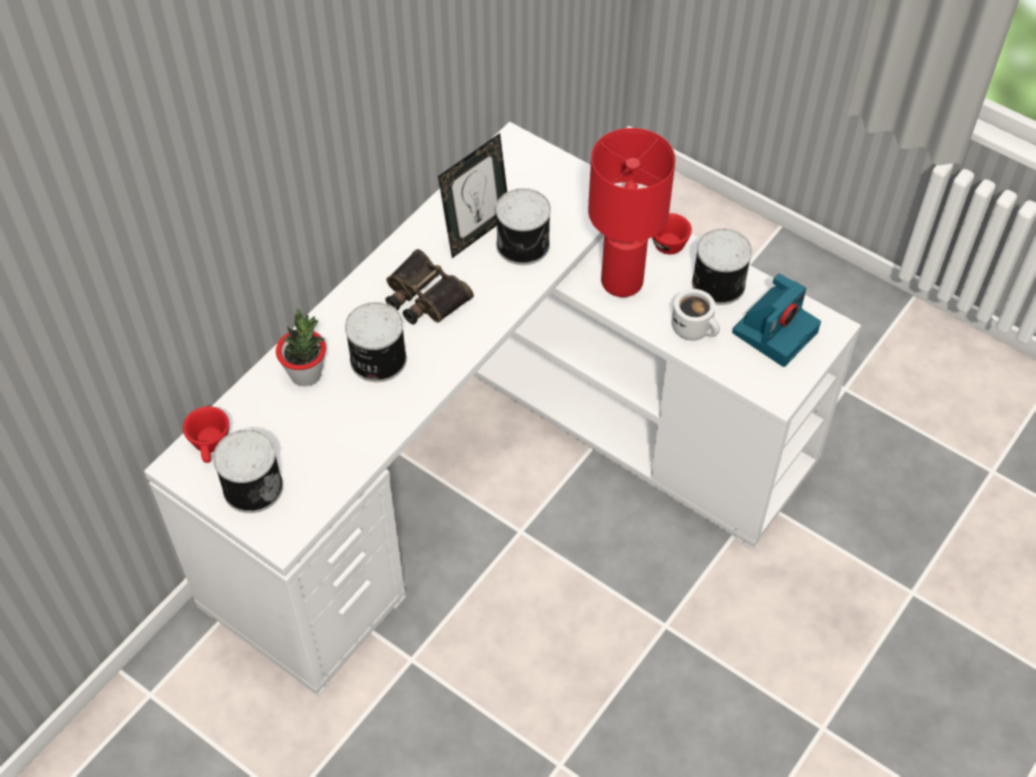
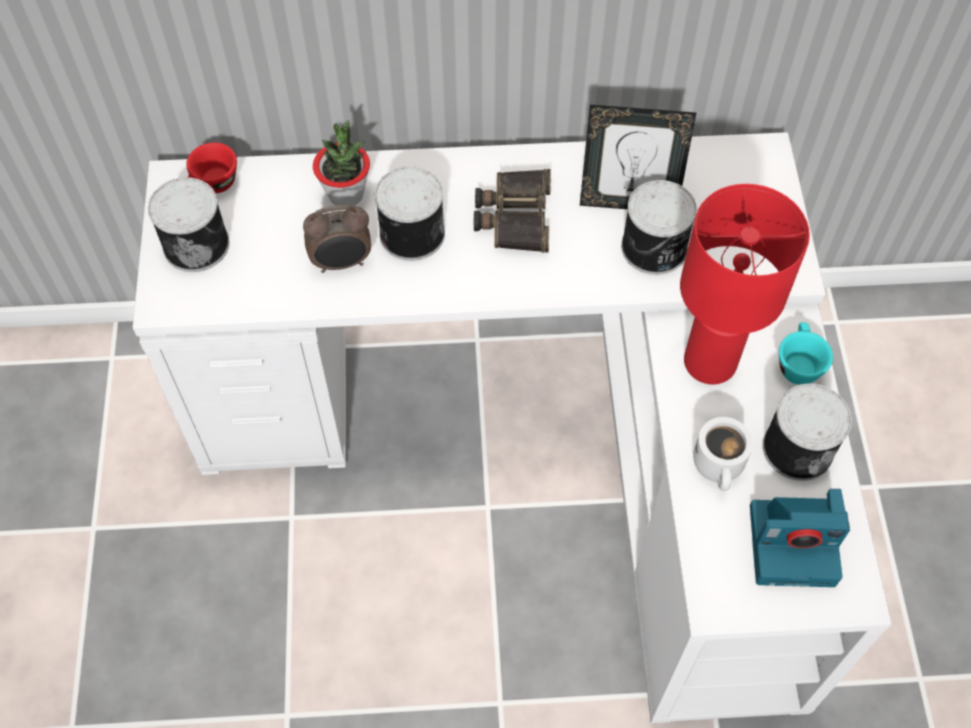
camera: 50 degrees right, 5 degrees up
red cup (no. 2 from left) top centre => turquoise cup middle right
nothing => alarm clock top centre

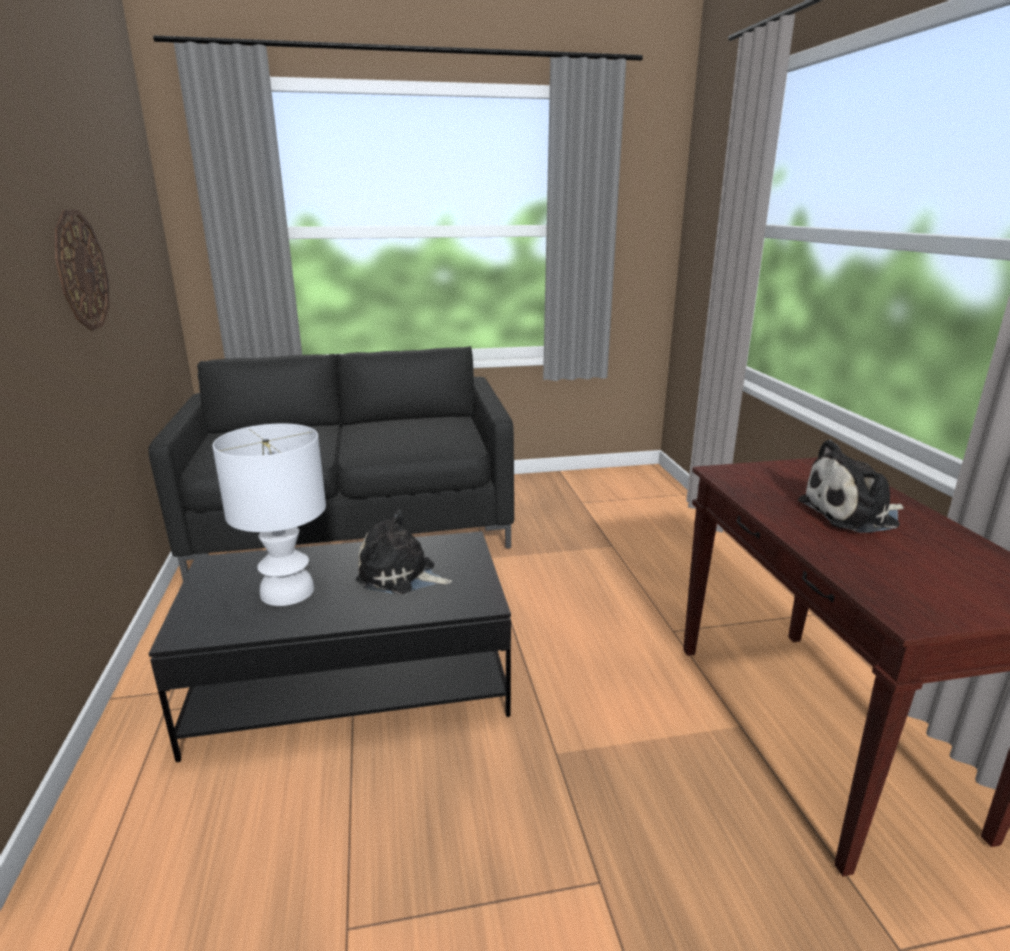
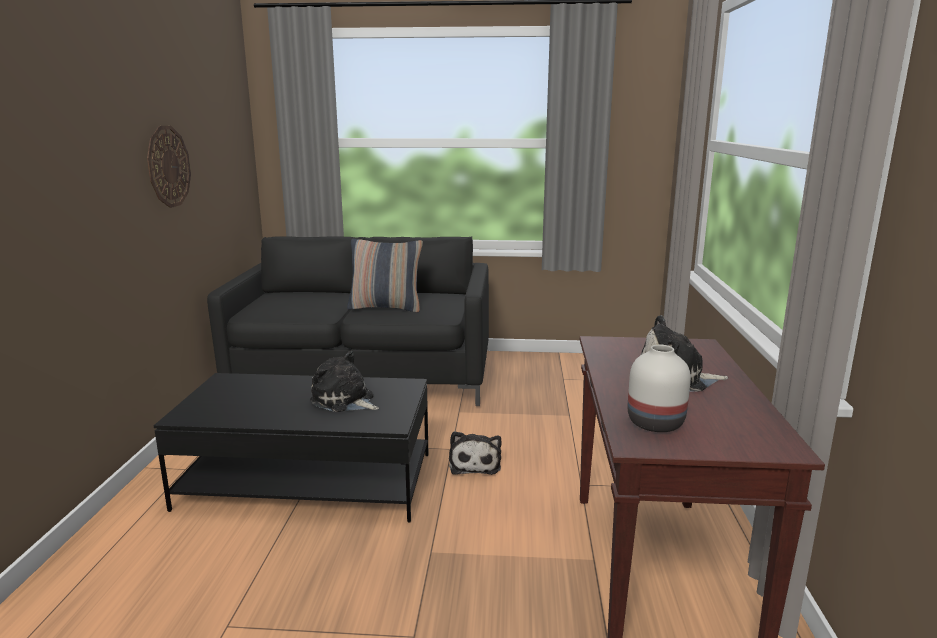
camera: 15 degrees right, 5 degrees down
white table lamp middle left => nothing
nothing => pillow centre
nothing => white vase middle right
nothing => plush toy (no. 2 from left) bottom centre

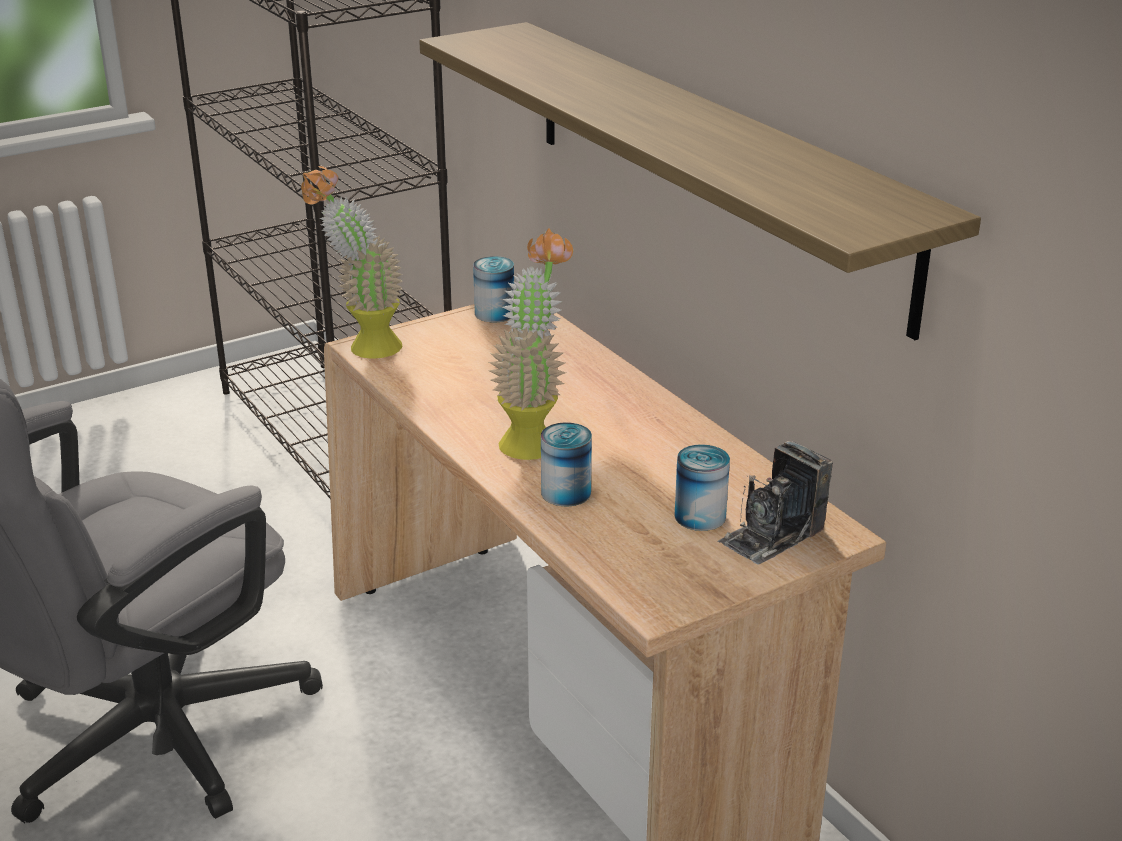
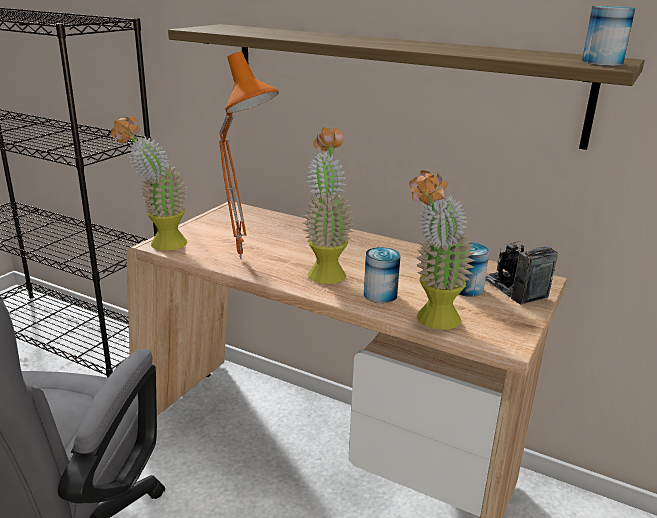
camera: 30 degrees left, 5 degrees down
can (no. 1 from left in the first image) centre => can (no. 3 from left) top right, relocated
photo camera middle right, 135 degrees clockwise
nothing => orange table lamp top centre
nothing => potted plant (no. 3 from left) middle right

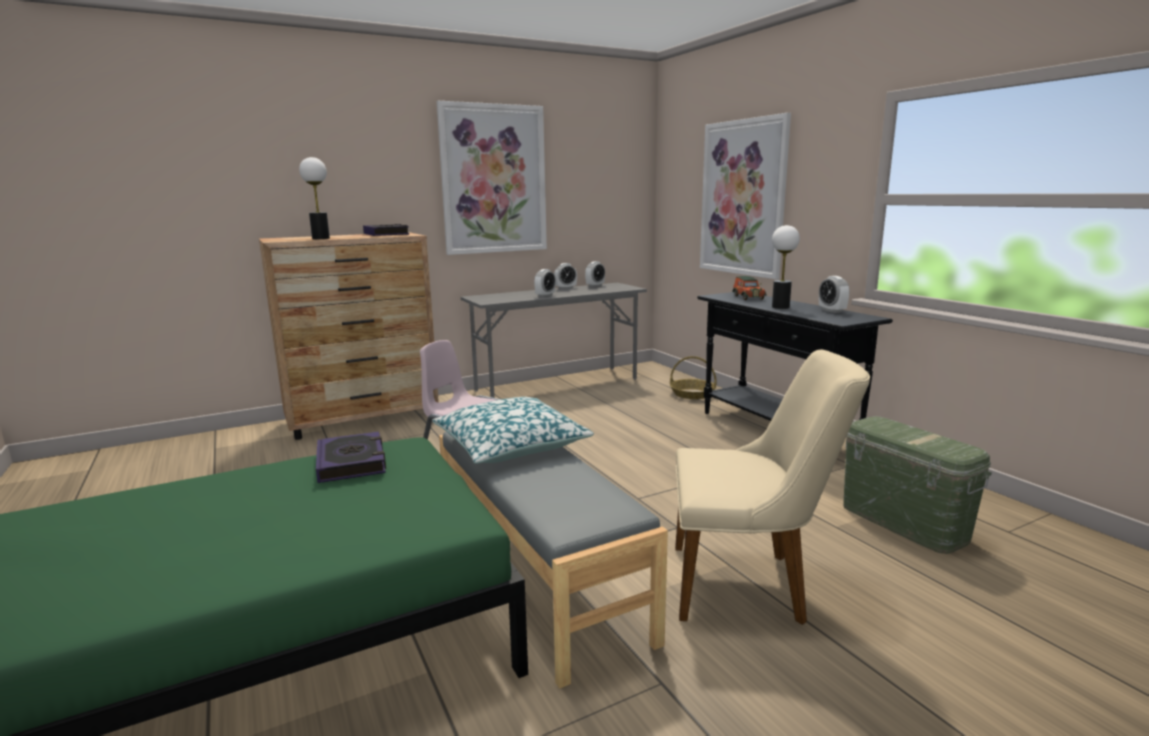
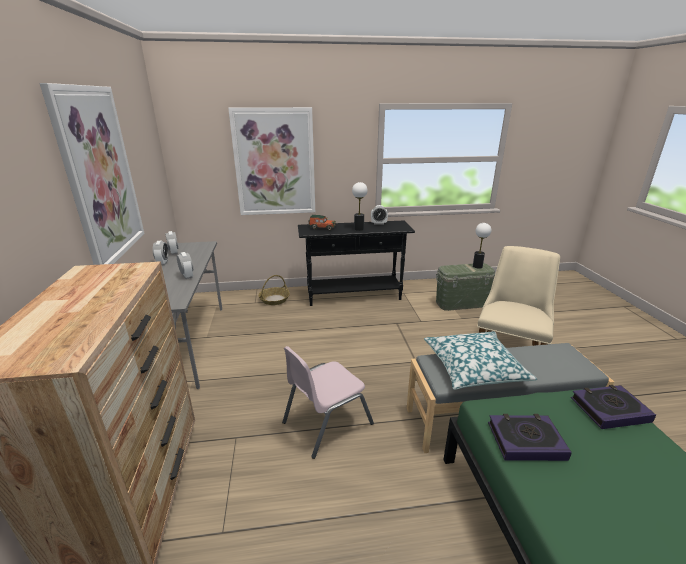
camera: 70 degrees left, 10 degrees up
table lamp (no. 1 from left in the first image) top left => table lamp (no. 2 from left) middle right, relocated
book (no. 2 from left) top centre => book (no. 2 from left) bottom right, relocated

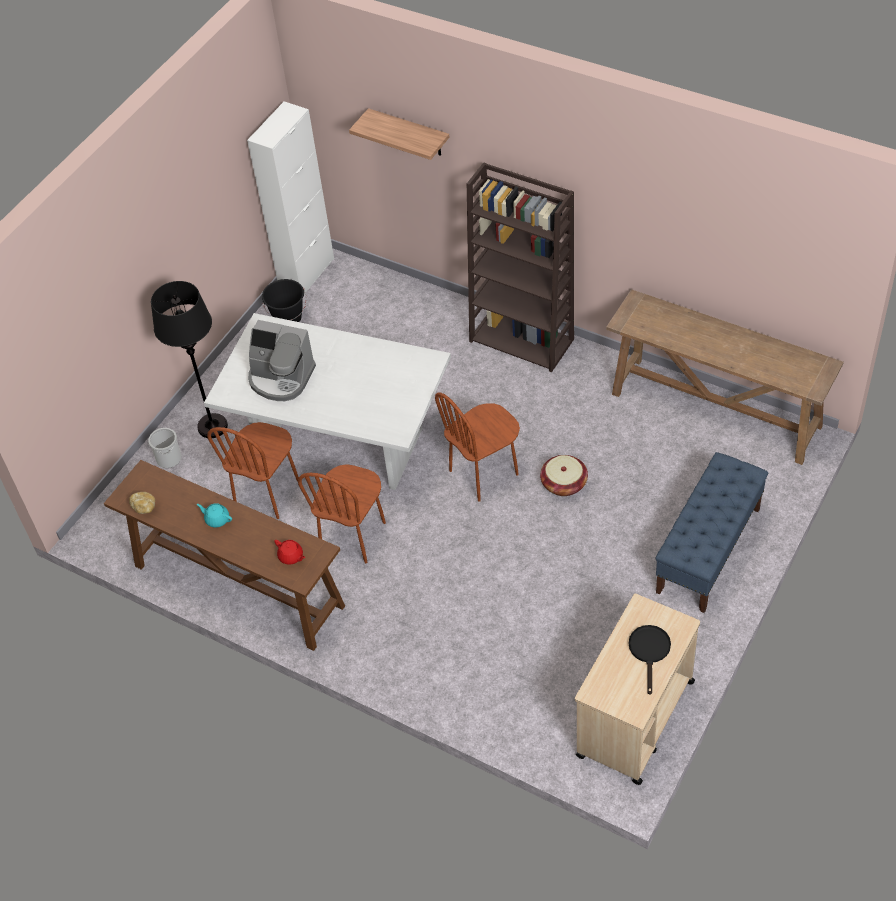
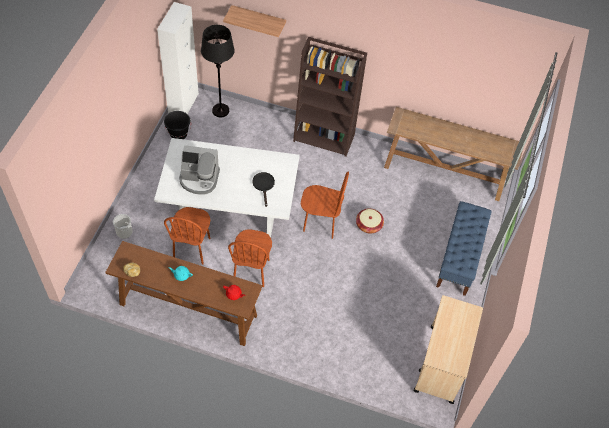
camera: 20 degrees left, 5 degrees up
black floor lamp middle left => black floor lamp top centre, relocated
brown chair (no. 3 from left) centre, 120 degrees counterclockwise
black frying pan bottom right => black frying pan centre, relocated

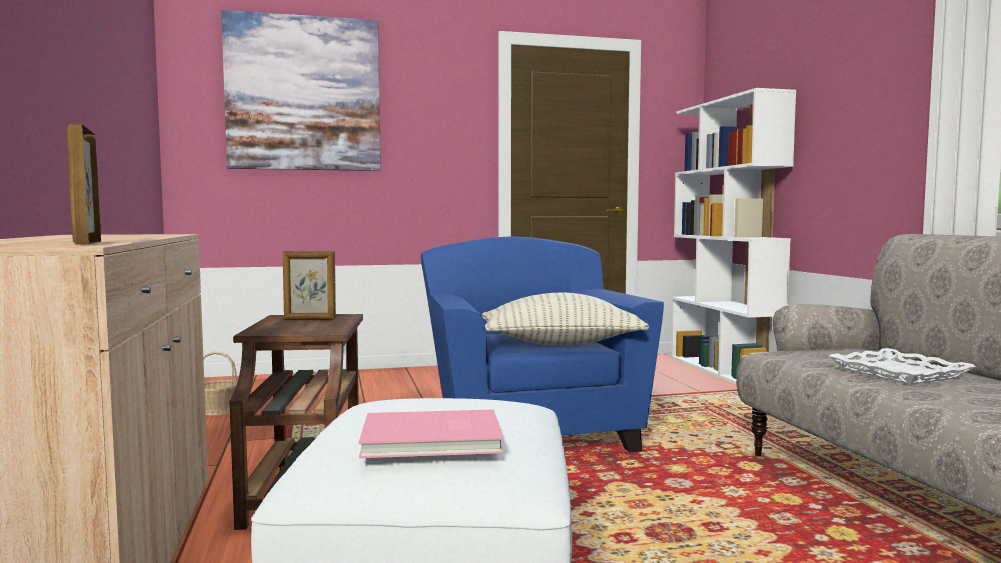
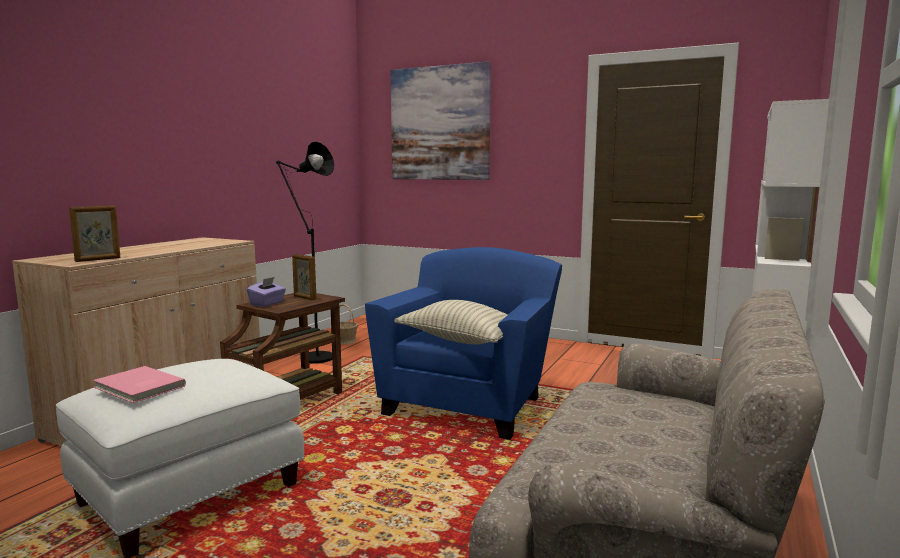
camera: 40 degrees right, 5 degrees up
picture frame (no. 1 from left) top left => picture frame (no. 1 from left) middle left, 150 degrees counterclockwise
white tray middle right => nothing
nothing => black floor lamp centre
nothing => purple tissue box middle left

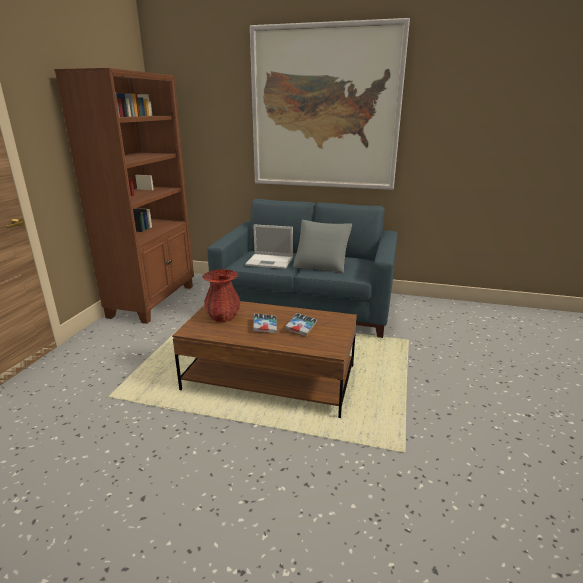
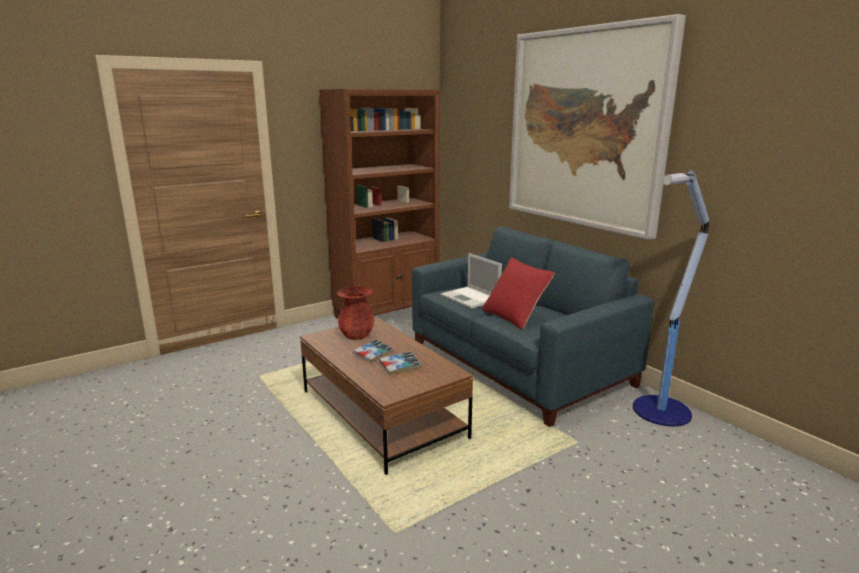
camera: 40 degrees right, 5 degrees down
grey pillow centre => red pillow centre
nothing => floor lamp middle right

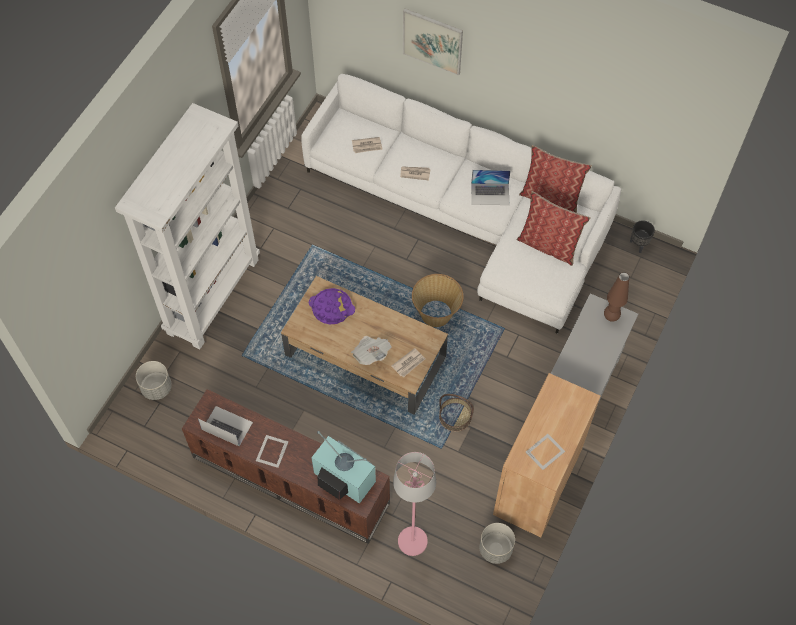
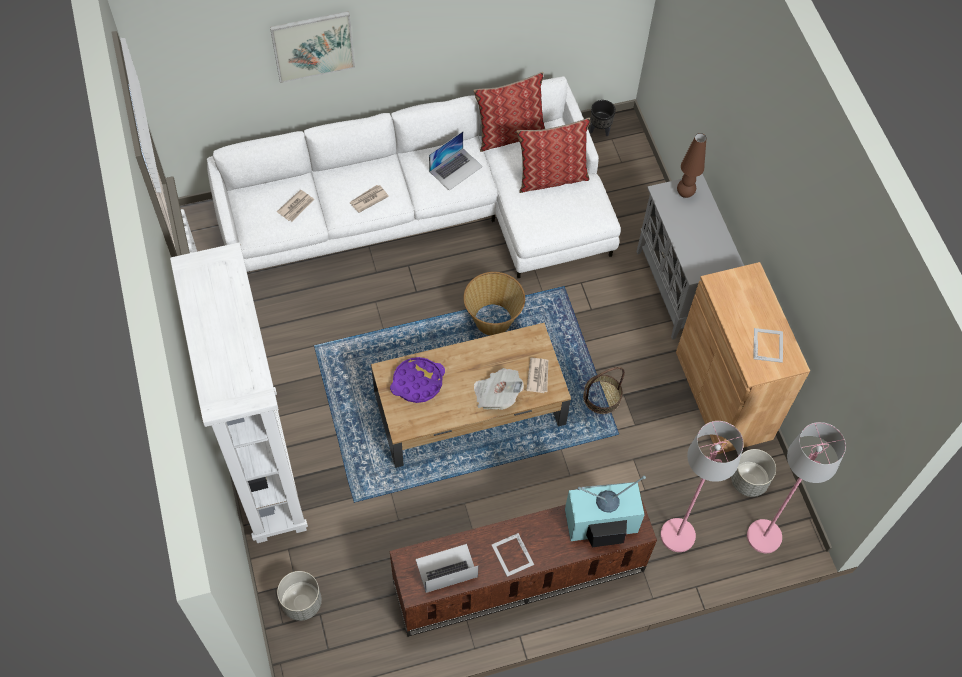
camera: 45 degrees left, 0 degrees up
nothing => pink floor lamp (no. 2 from left) bottom right

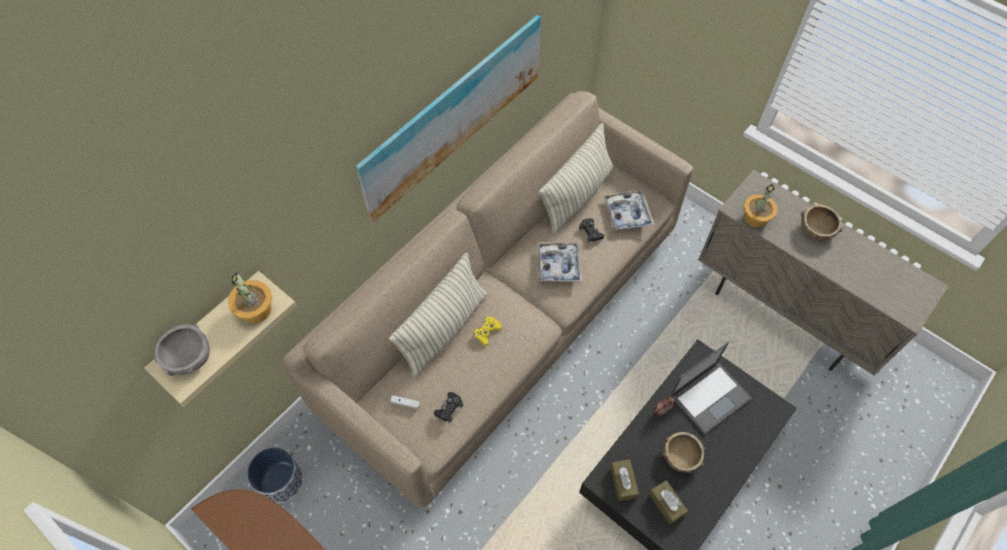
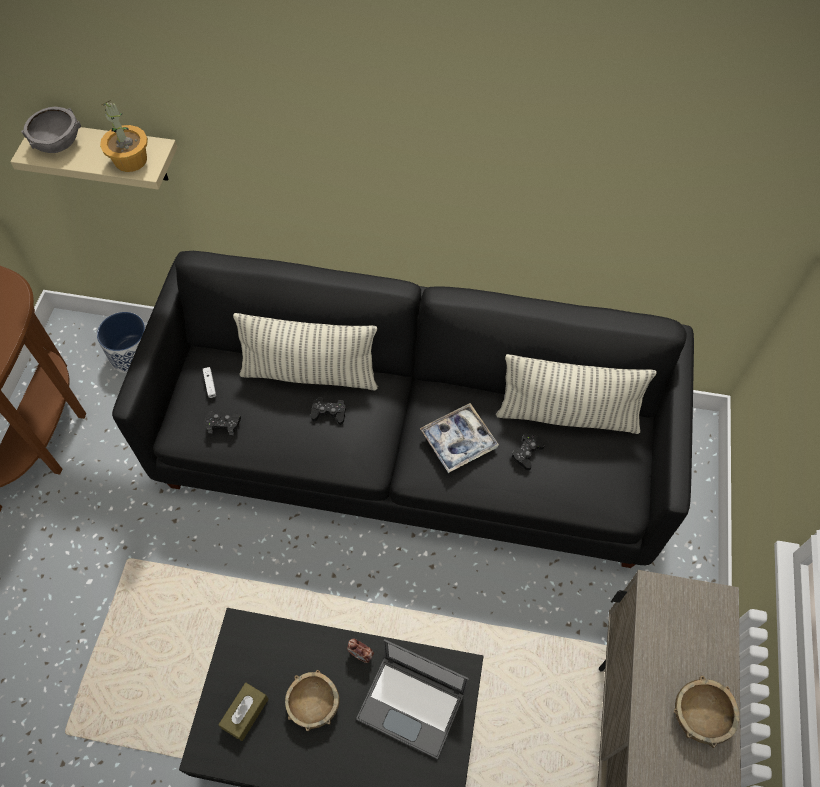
camera: 60 degrees right, 0 degrees up
picture top centre => nothing
beige sofa centre => black sofa centre
potted plant (no. 2 from left) middle right => nothing
tray (no. 2 from left) centre => nothing
yellow game controller centre => black game controller (no. 2 from left) centre
brown tissue box (no. 1 from left) bottom centre => nothing

